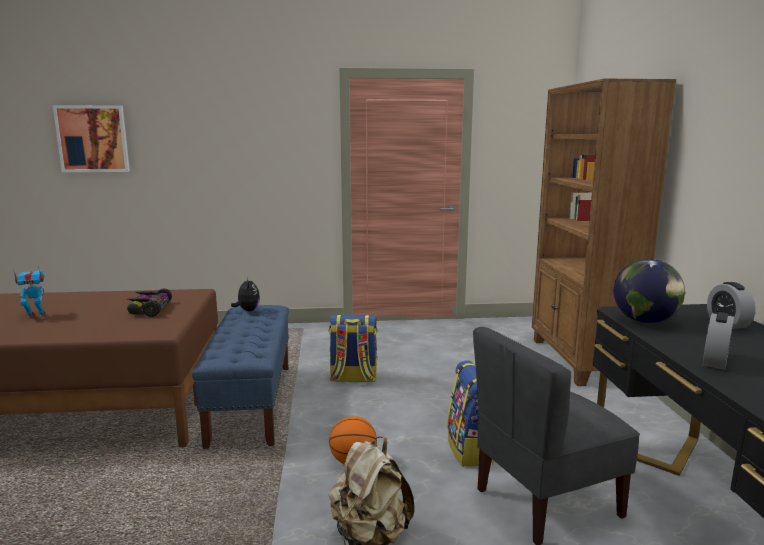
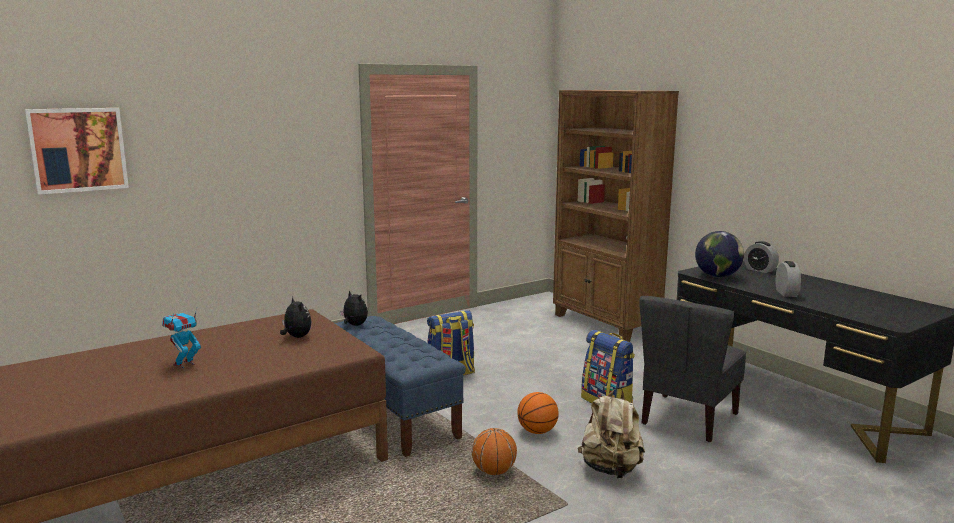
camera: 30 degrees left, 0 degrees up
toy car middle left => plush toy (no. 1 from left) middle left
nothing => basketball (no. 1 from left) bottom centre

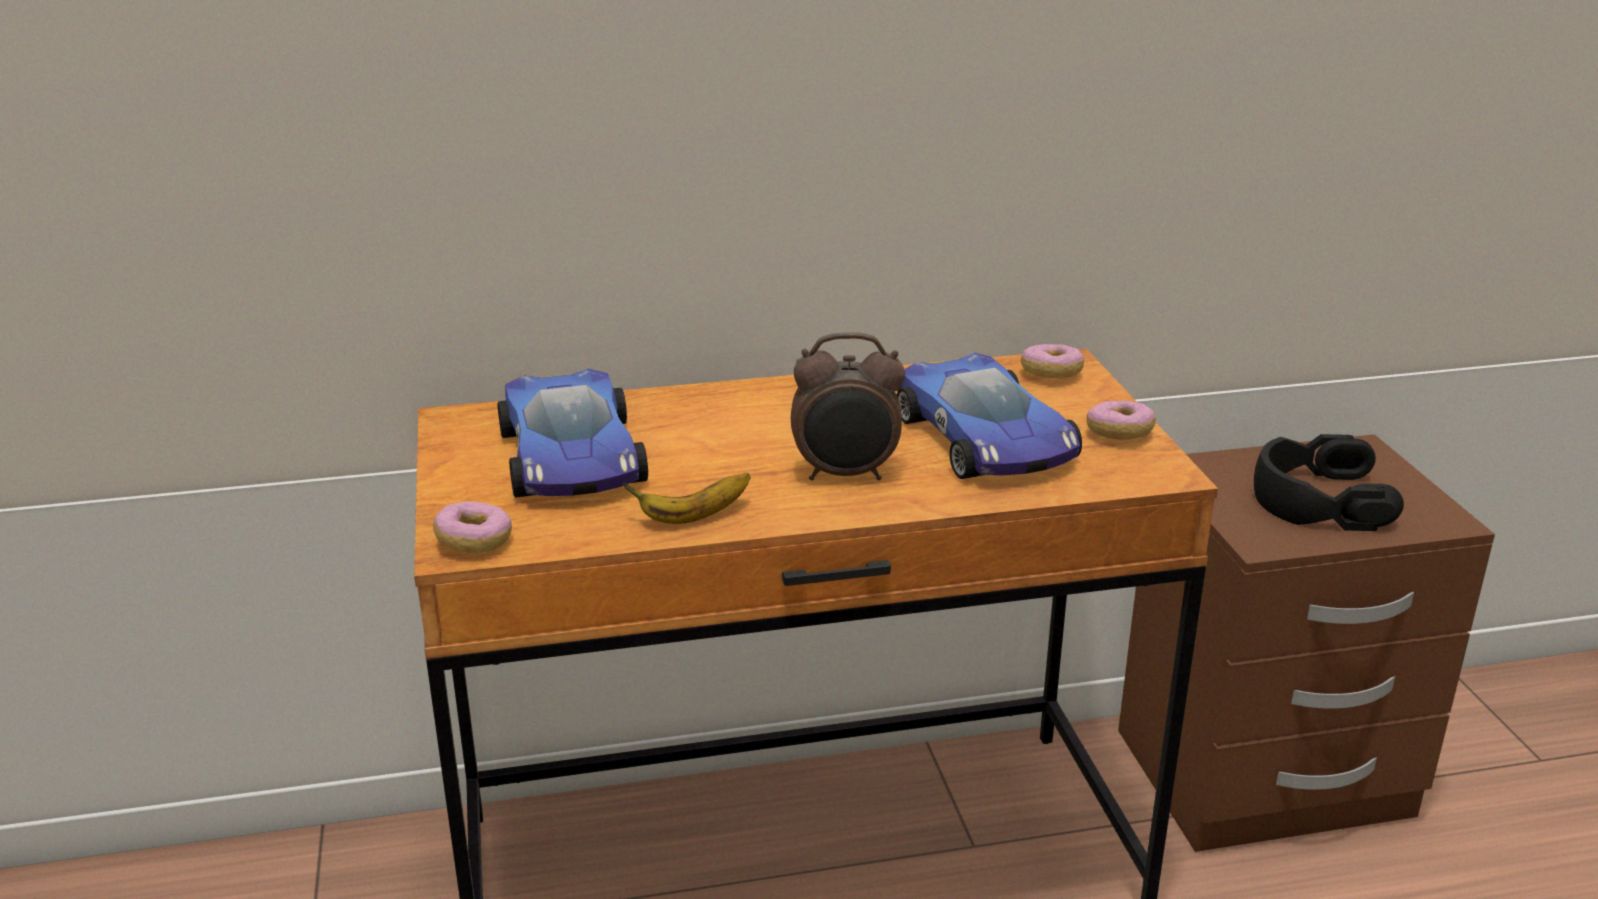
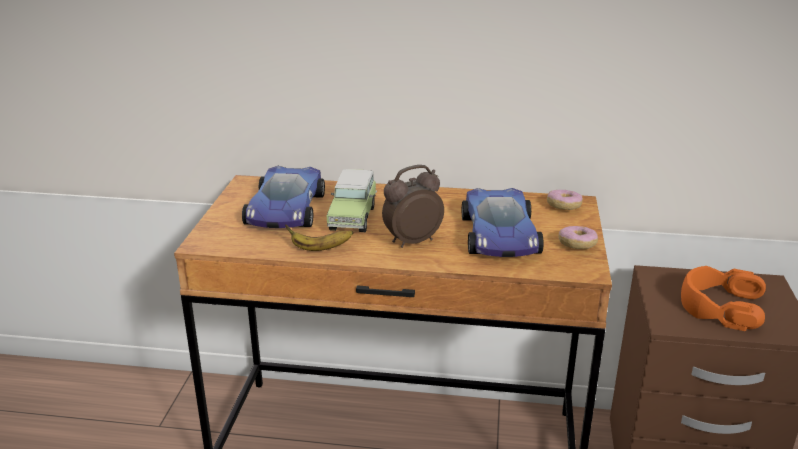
camera: 20 degrees right, 0 degrees up
alarm clock centre, 135 degrees clockwise
black headphones middle right => orange headphones middle right
donut (no. 1 from left) middle left => nothing
nothing => toy car (no. 2 from left) centre

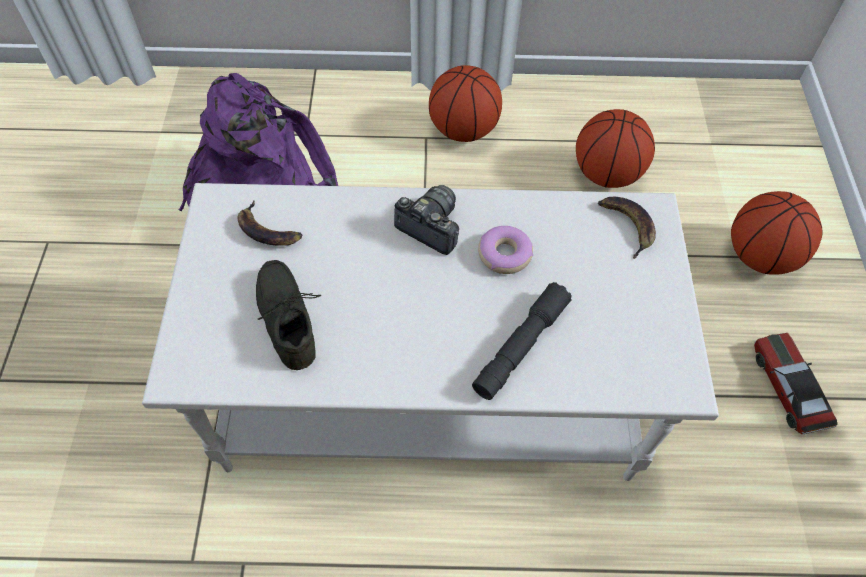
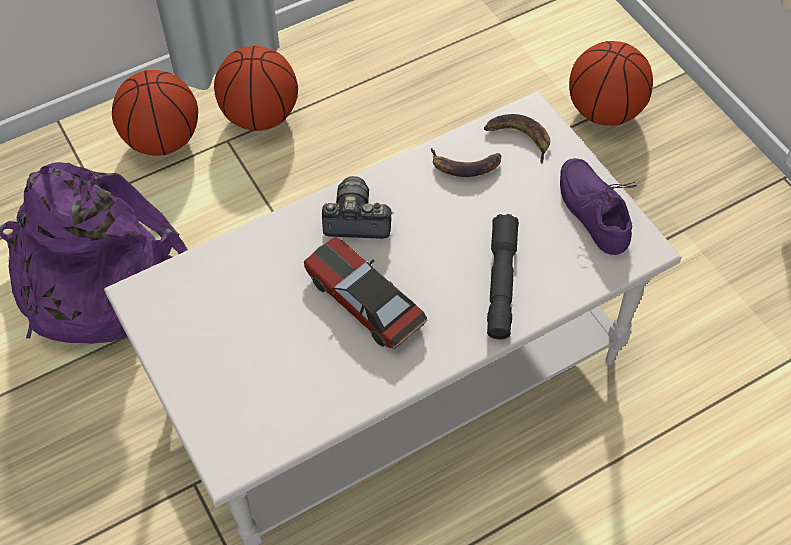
camera: 30 degrees left, 0 degrees up
basketball (no. 2 from left in the first image) top right => basketball (no. 1 from left) top left, relocated
banana (no. 1 from left) middle left => banana (no. 1 from left) top centre, relocated
donut centre => nothing
grey shoe middle left => nothing
toy car middle right => toy car centre, relocated
nothing => purple shoe middle right

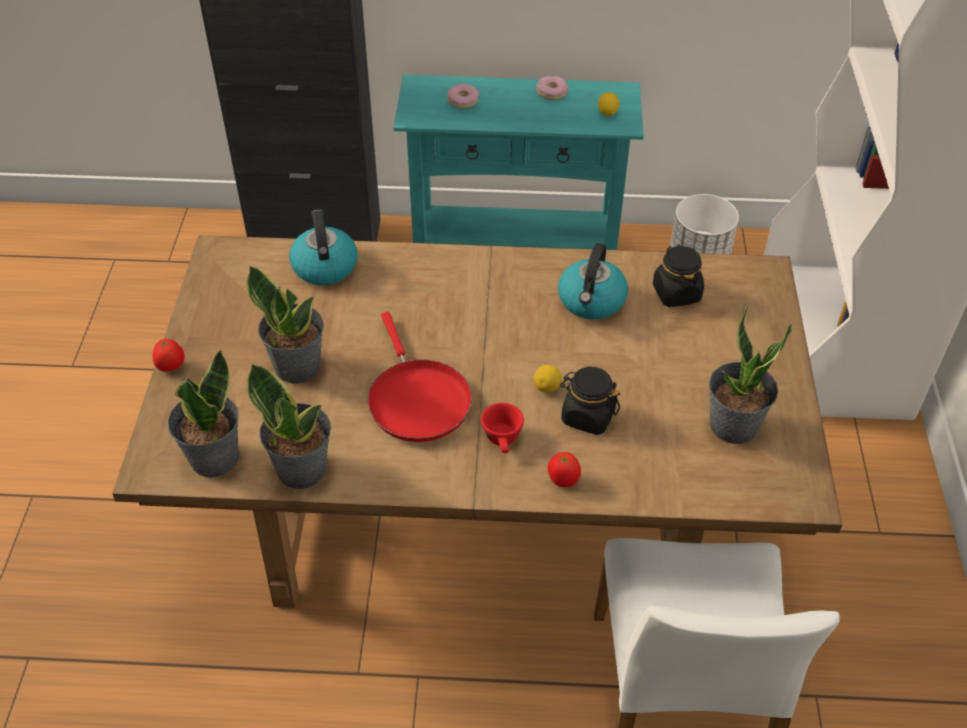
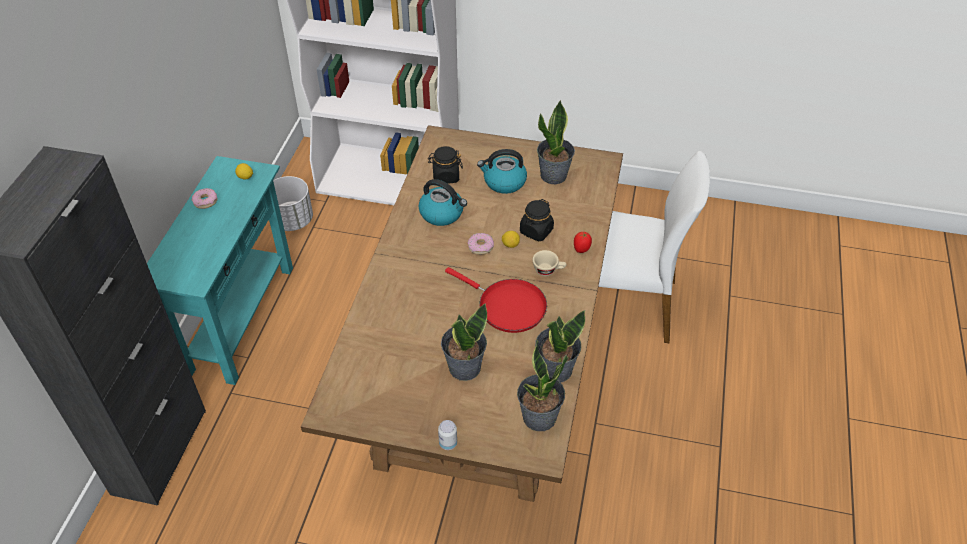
camera: 80 degrees left, 0 degrees up
donut (no. 1 from left in the first image) top centre => donut (no. 2 from left) centre, relocated
kettle (no. 1 from left in the first image) centre => kettle (no. 2 from left) top centre, relocated
red frying pan centre, 45 degrees clockwise
tomato (no. 1 from left) middle left => can bottom centre
red cup centre => beige cup centre

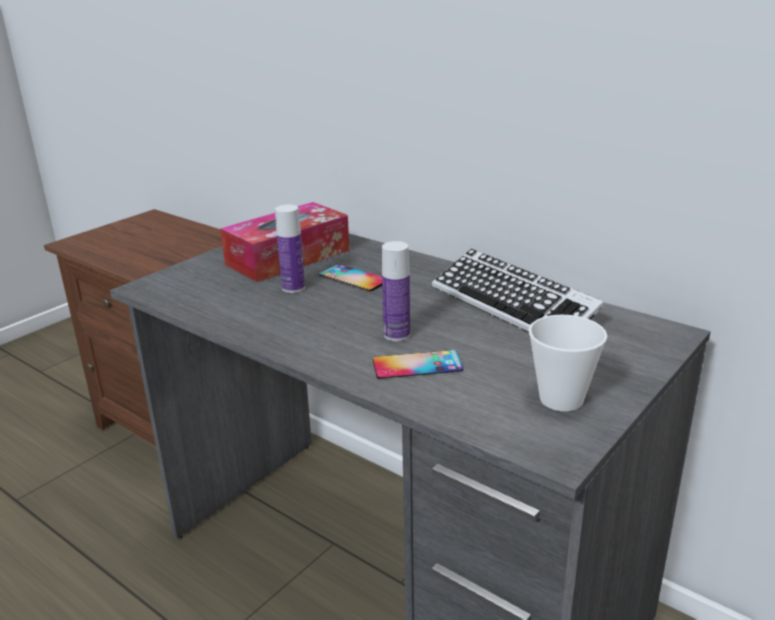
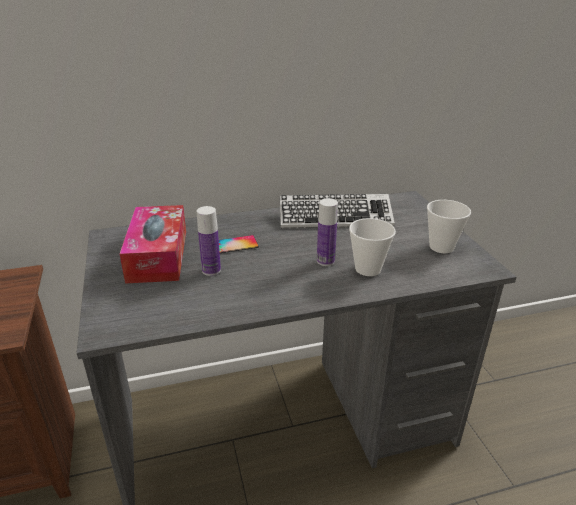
camera: 55 degrees left, 5 degrees up
phone (no. 2 from left) centre => cup (no. 1 from left) centre

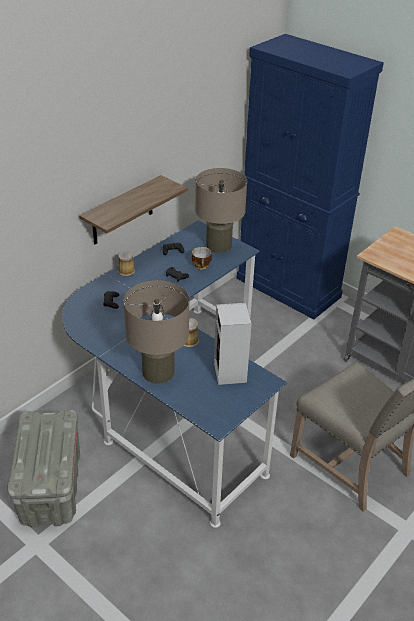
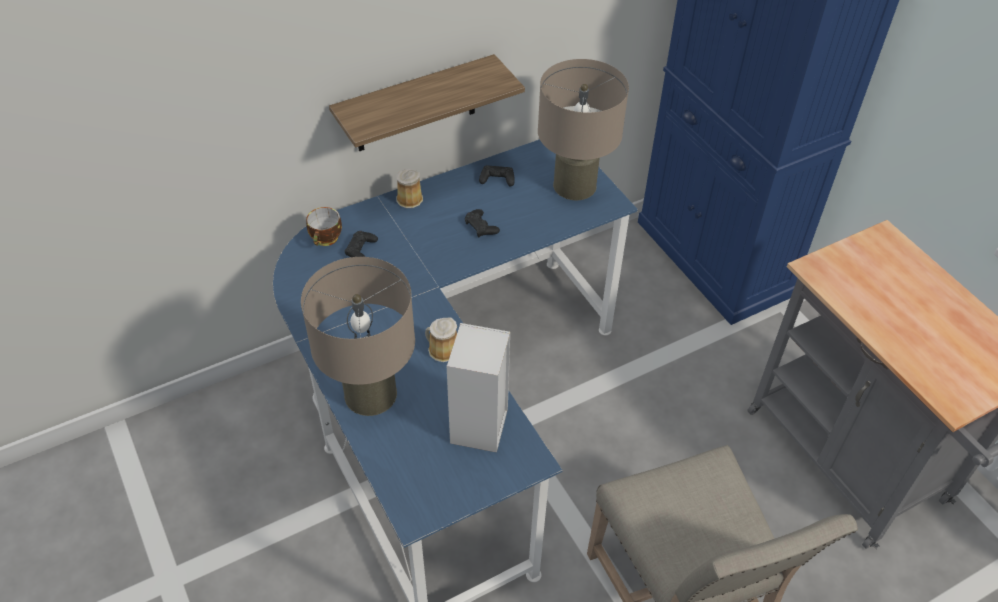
camera: 20 degrees right, 10 degrees up
cup centre => cup middle left, relocated
grey storage box bottom left => nothing

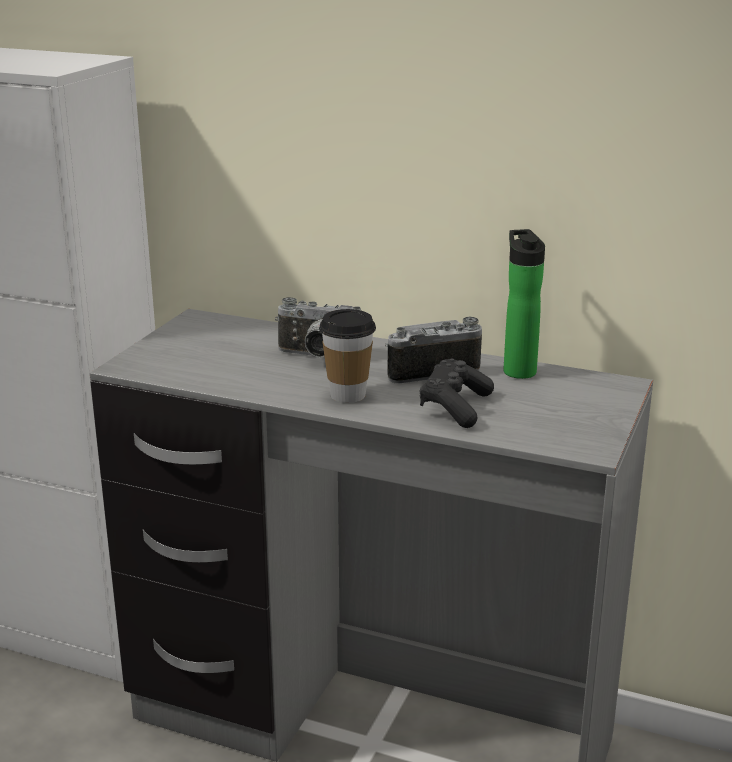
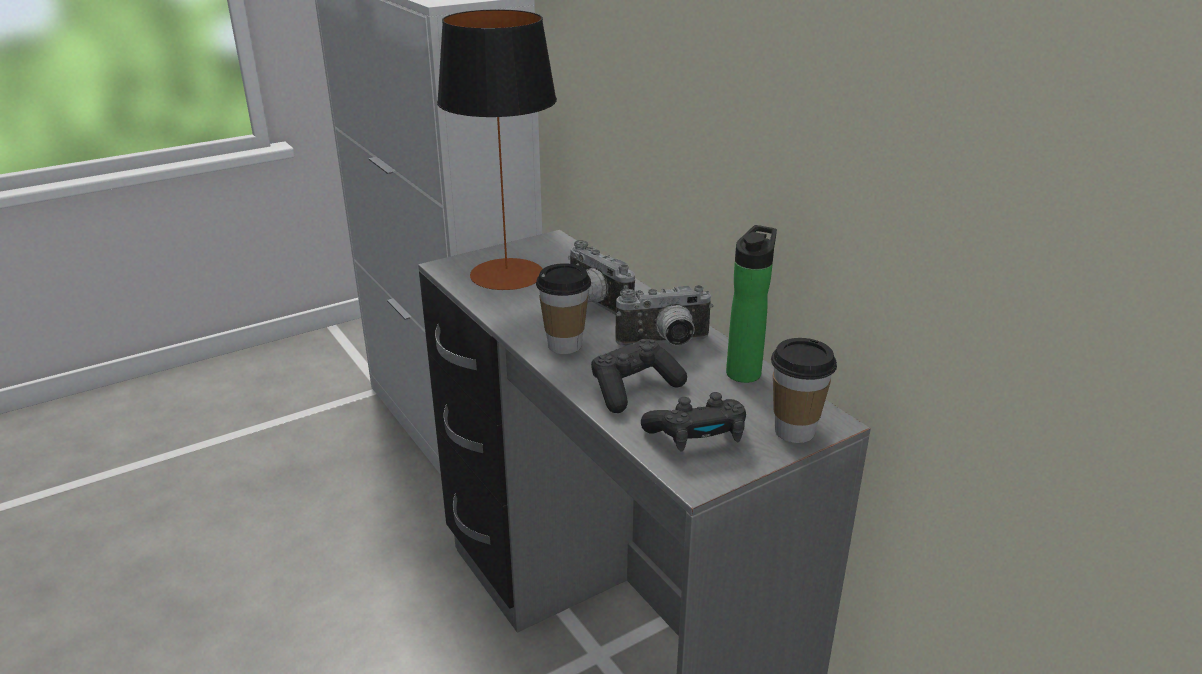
camera: 35 degrees right, 5 degrees up
photo camera (no. 2 from left) centre, 150 degrees clockwise
nothing => table lamp top centre
nothing => cup (no. 2 from left) middle right
nothing => black game controller (no. 2 from left) centre

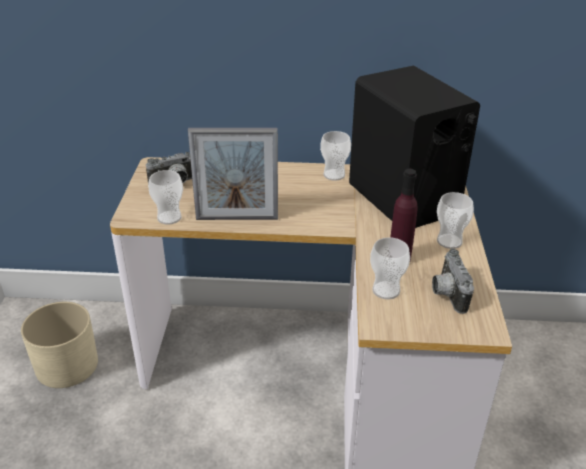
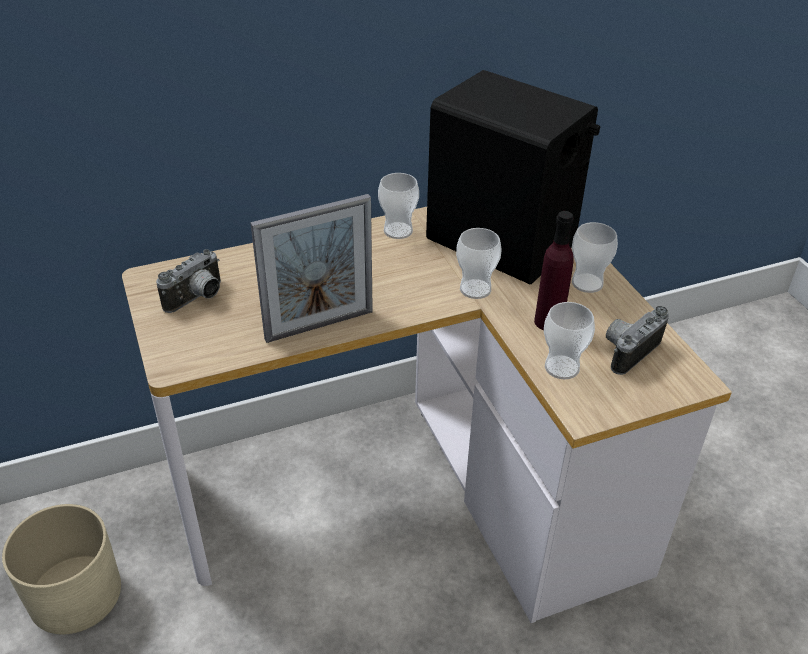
camera: 25 degrees left, 5 degrees up
cup (no. 1 from left in the first image) middle left => cup (no. 2 from left) centre, relocated
photo camera (no. 2 from left) middle right, 75 degrees clockwise

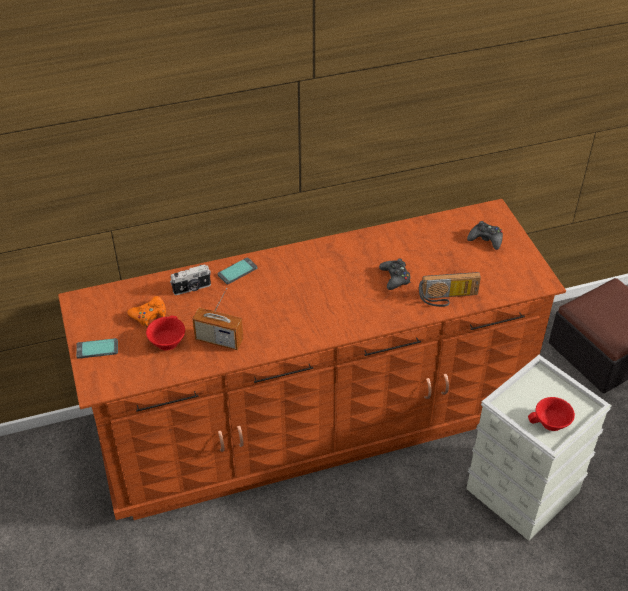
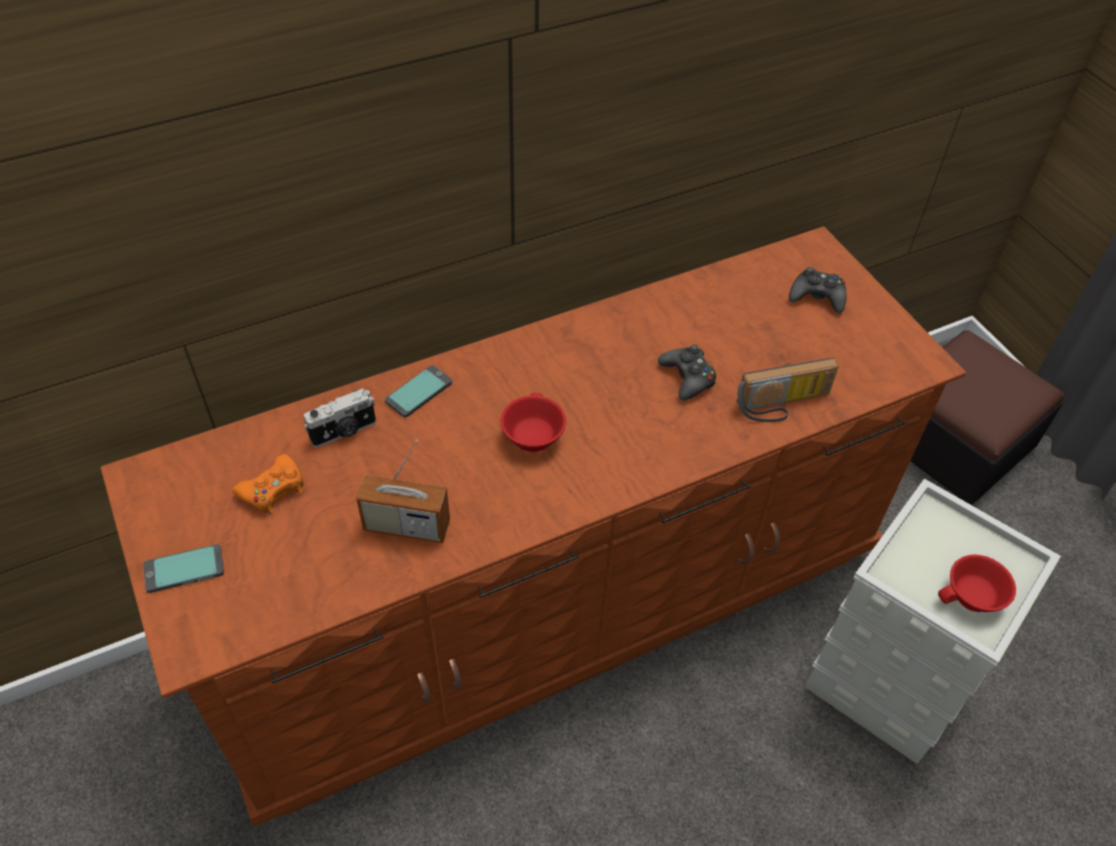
camera: 10 degrees left, 5 degrees up
red cup (no. 1 from left) middle left => red cup (no. 1 from left) centre, relocated

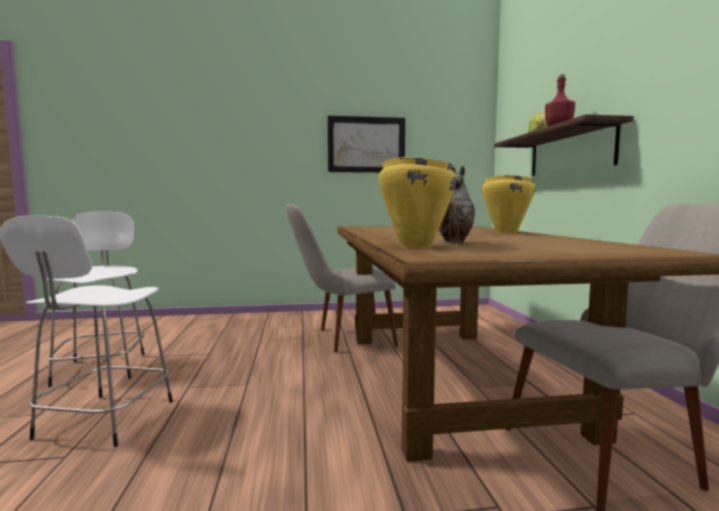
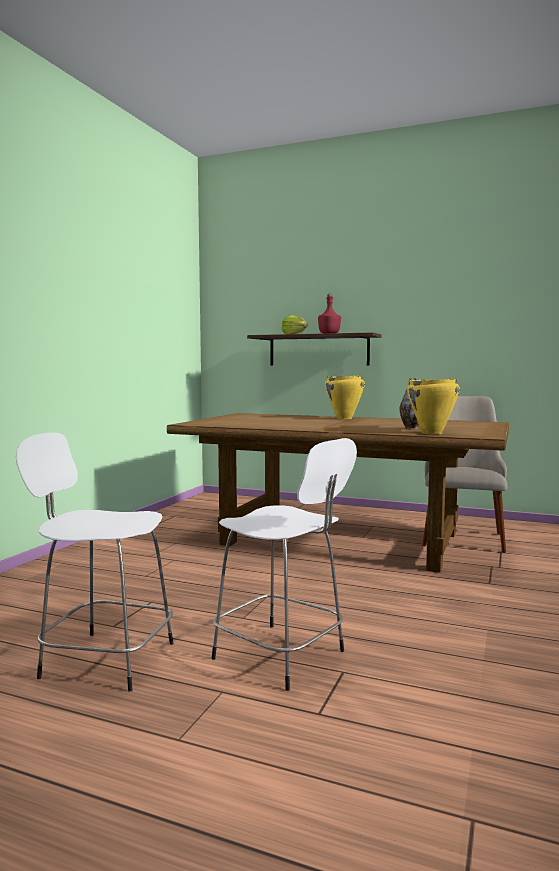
camera: 60 degrees left, 0 degrees up
picture top centre => nothing
beige chair (no. 1 from left) centre => nothing

